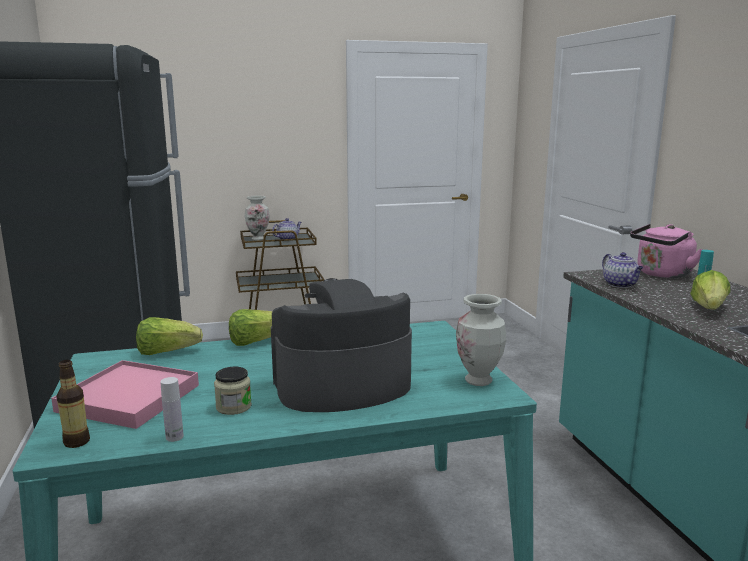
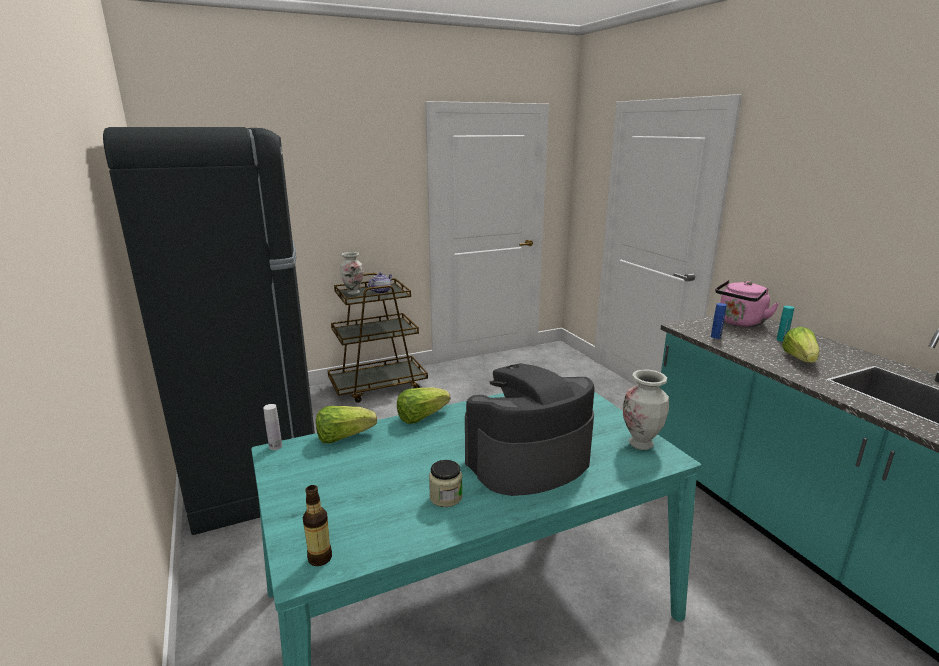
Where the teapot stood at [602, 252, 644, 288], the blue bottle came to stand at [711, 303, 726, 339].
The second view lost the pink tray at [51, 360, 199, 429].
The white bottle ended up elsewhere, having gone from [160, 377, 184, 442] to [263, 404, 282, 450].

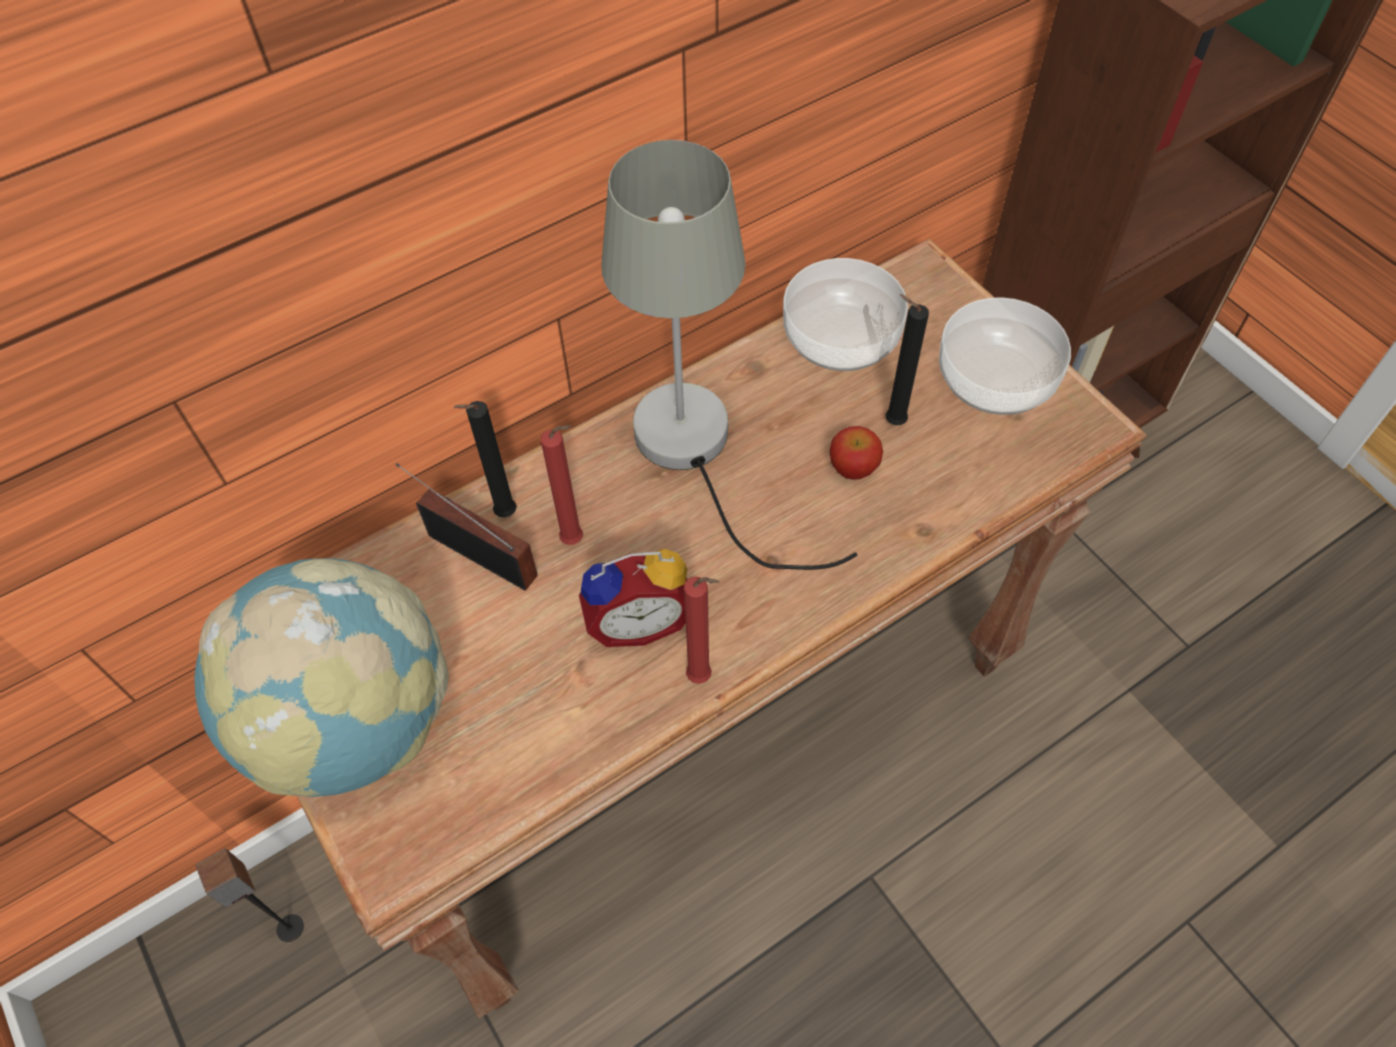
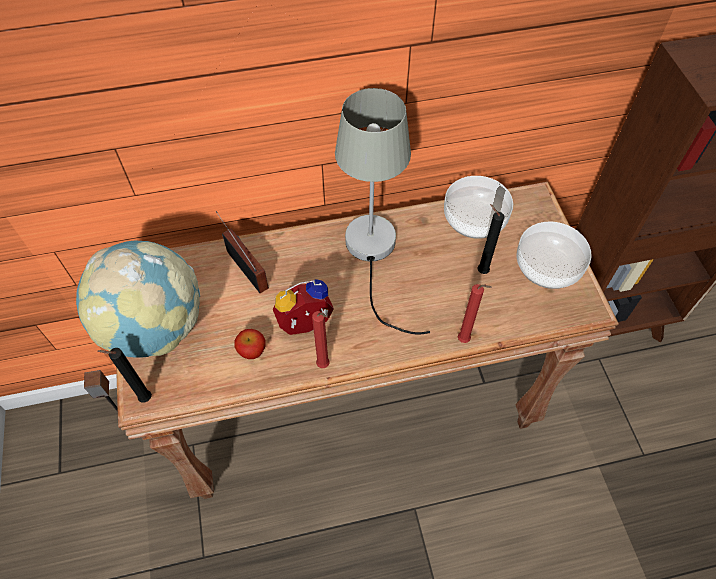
The black candle ended up elsewhere, having gone from [453, 401, 517, 518] to [97, 348, 152, 403].
The red candle ended up elsewhere, having gone from [541, 425, 583, 545] to [458, 284, 492, 343].
The apple ended up elsewhere, having gone from [830, 426, 883, 480] to [234, 329, 266, 359].
The alarm clock at [579, 549, 688, 647] ended up facing another way, 150 degrees clockwise from before.

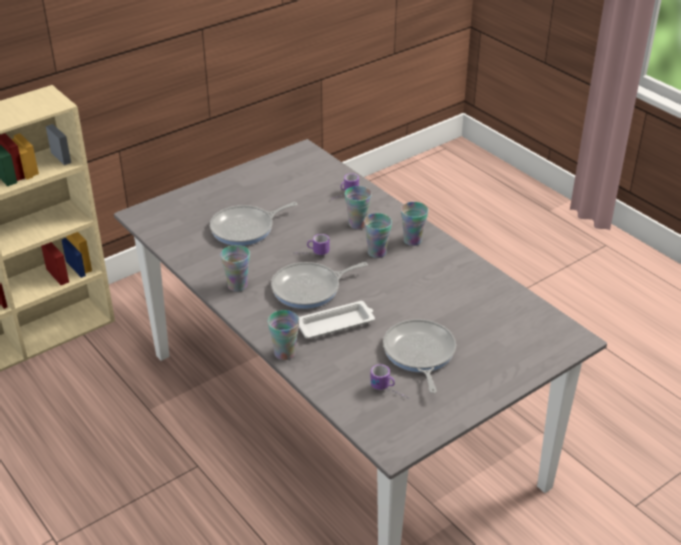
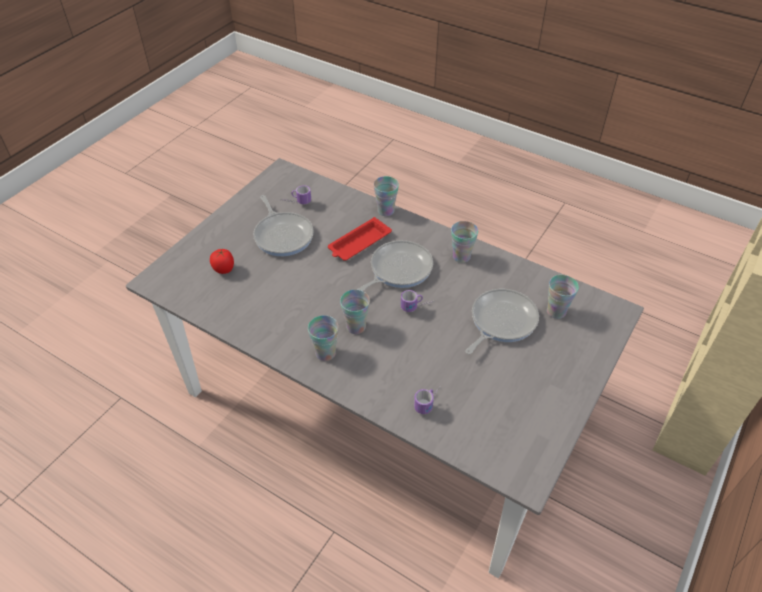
The cup ended up elsewhere, having gone from [345, 186, 372, 229] to [547, 275, 579, 319].
What was the white tray at [299, 301, 375, 338] turned into the red tray at [328, 217, 392, 261].
The second view gained the tomato at [210, 249, 234, 274].

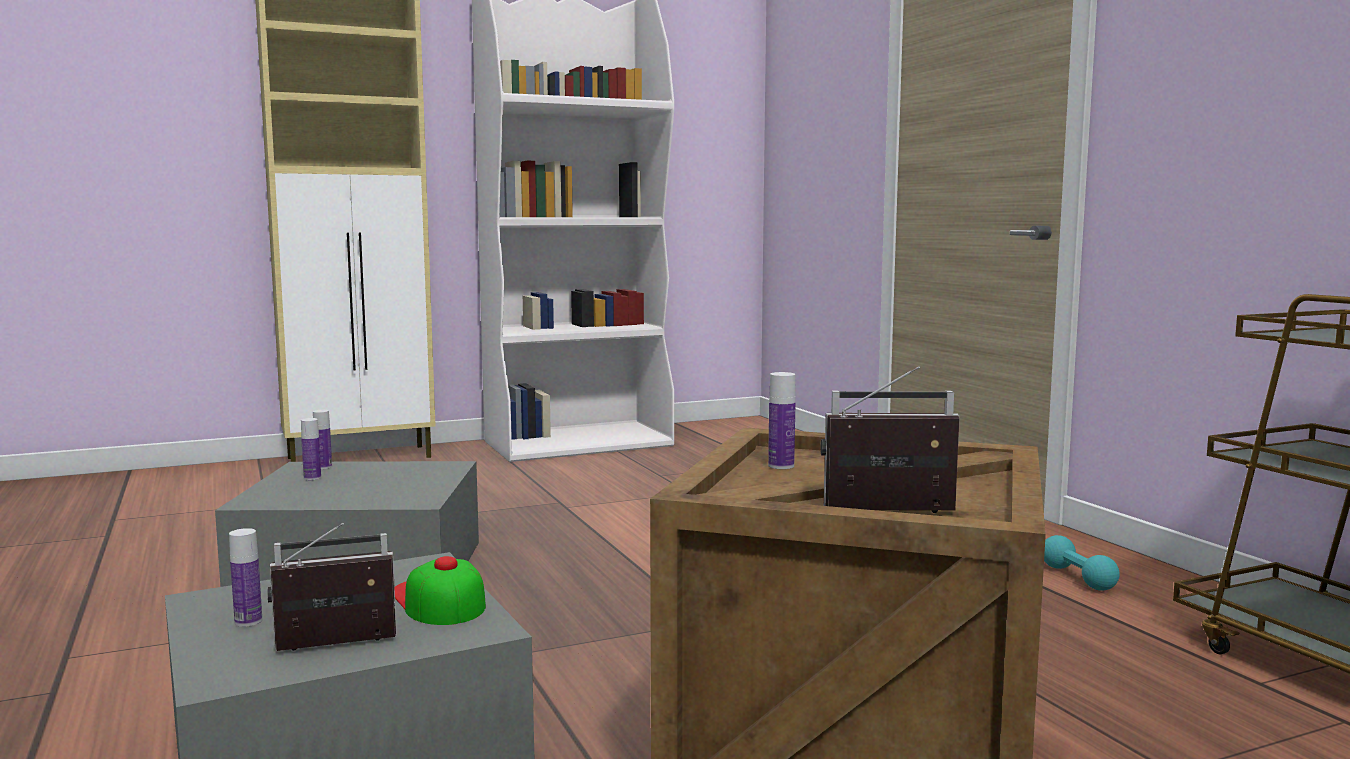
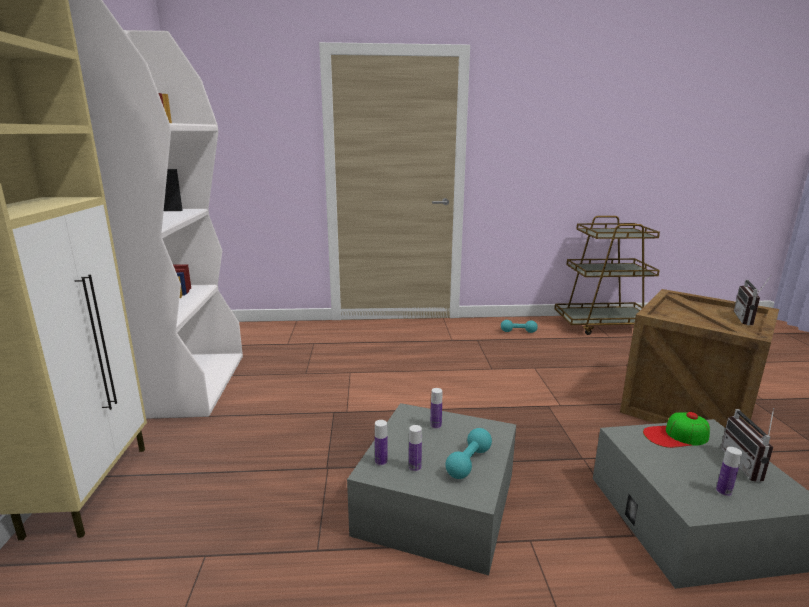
The bottle ended up elsewhere, having gone from [768, 372, 796, 469] to [430, 388, 442, 429].
The second view gained the turquoise dumbbell at [446, 428, 492, 479].

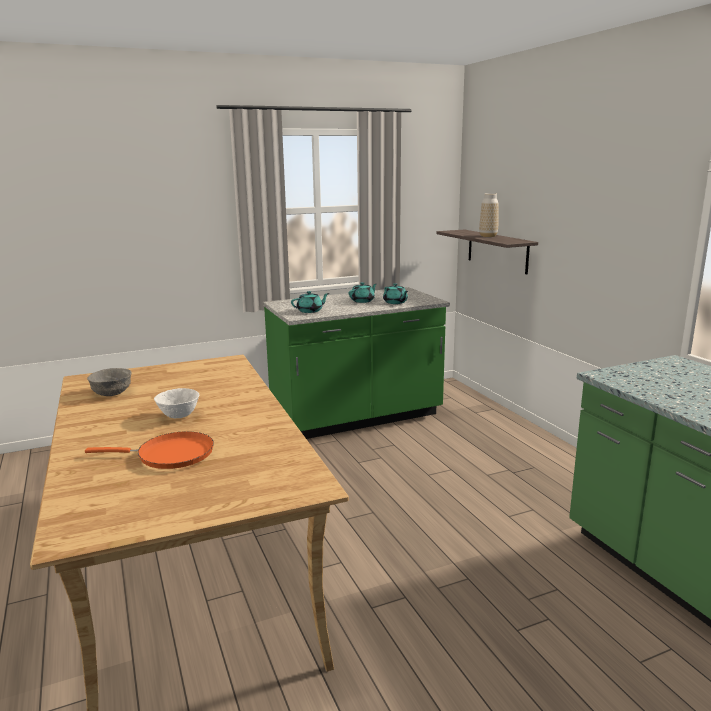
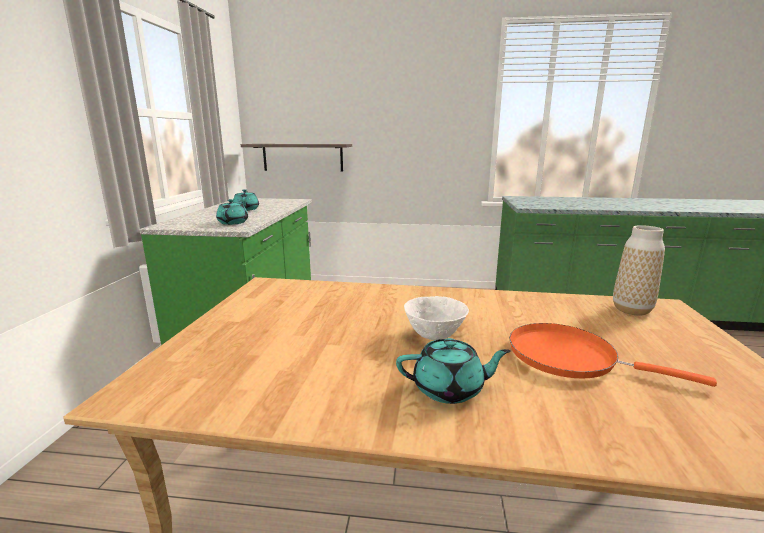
The vase ended up elsewhere, having gone from [479, 193, 498, 237] to [613, 225, 665, 316].
The turquoise teapot ended up elsewhere, having gone from [383, 283, 408, 304] to [396, 338, 511, 404].
The second view lost the grey bowl at [87, 368, 131, 396].
The orange frying pan at [85, 431, 214, 469] ended up facing another way, 90 degrees counterclockwise from before.

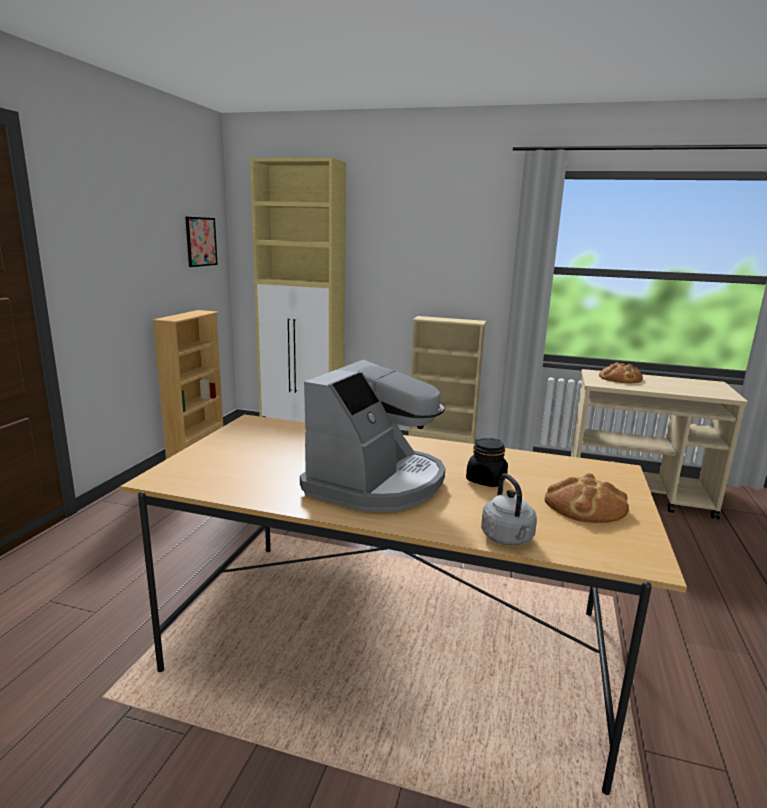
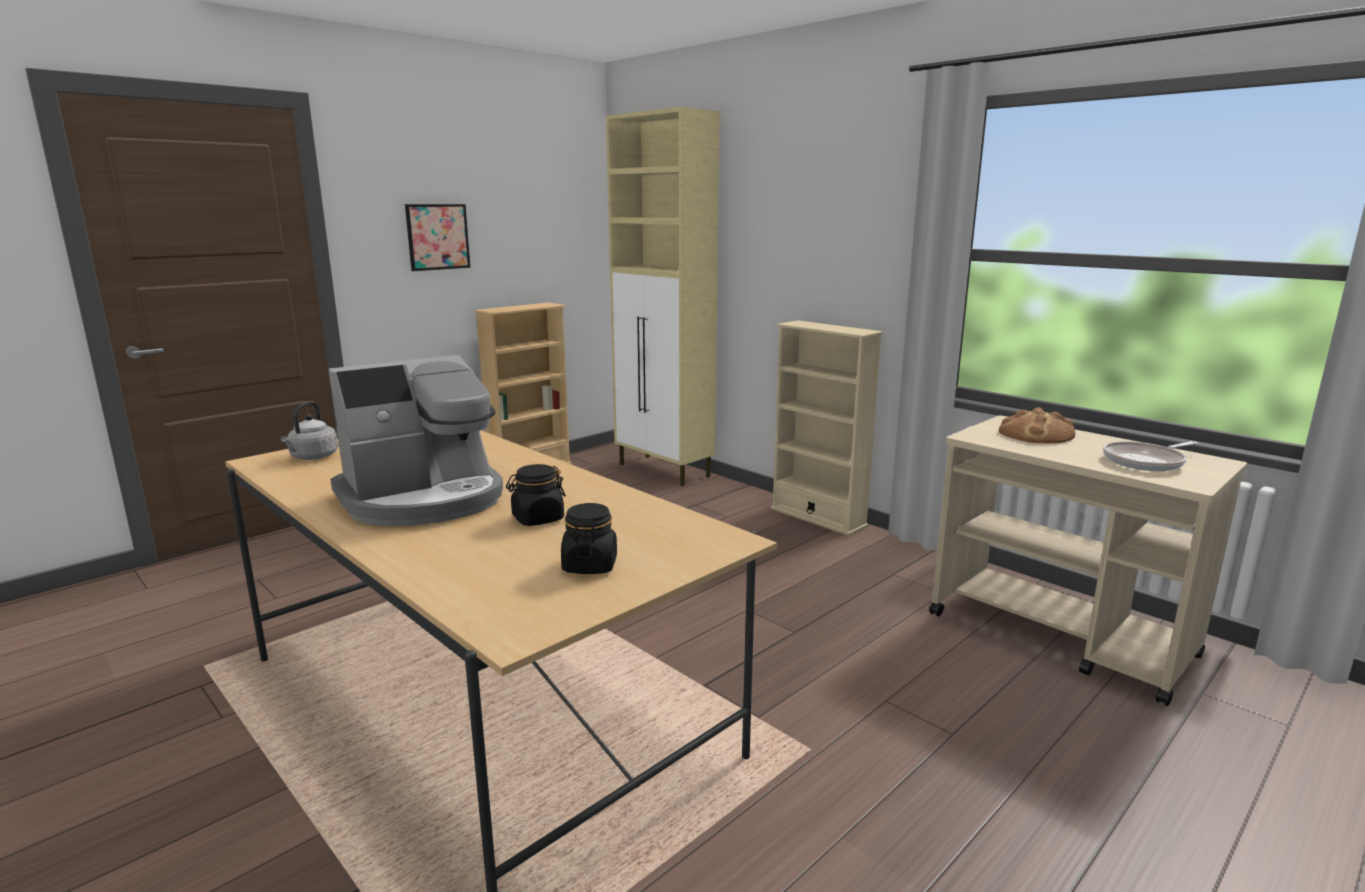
The picture ended up elsewhere, having gone from [185, 217, 218, 267] to [405, 204, 470, 271].
The grey kettle ended up elsewhere, having gone from [481, 473, 537, 546] to [281, 401, 338, 460].
Where the bread stood at [544, 473, 629, 523], the black jar came to stand at [561, 503, 617, 574].
The second view gained the frying pan at [1103, 441, 1198, 471].

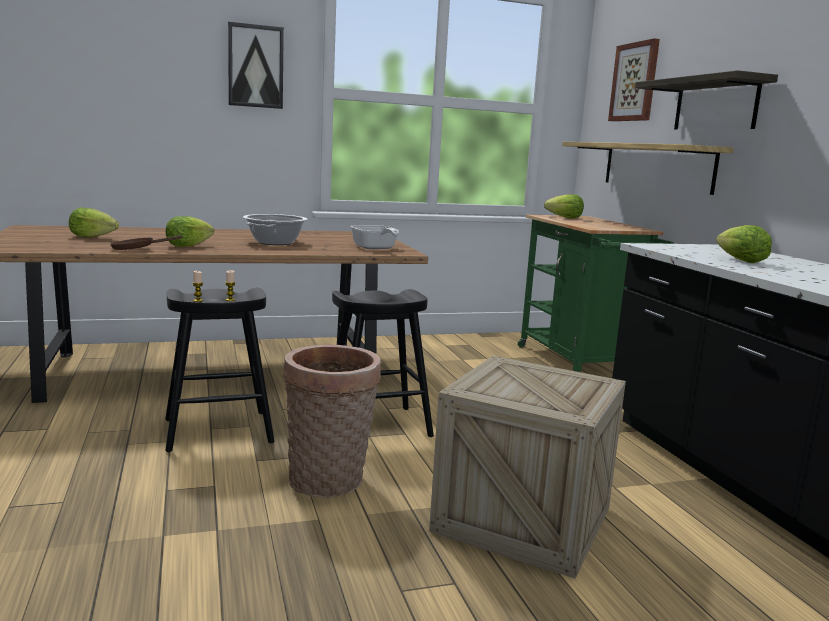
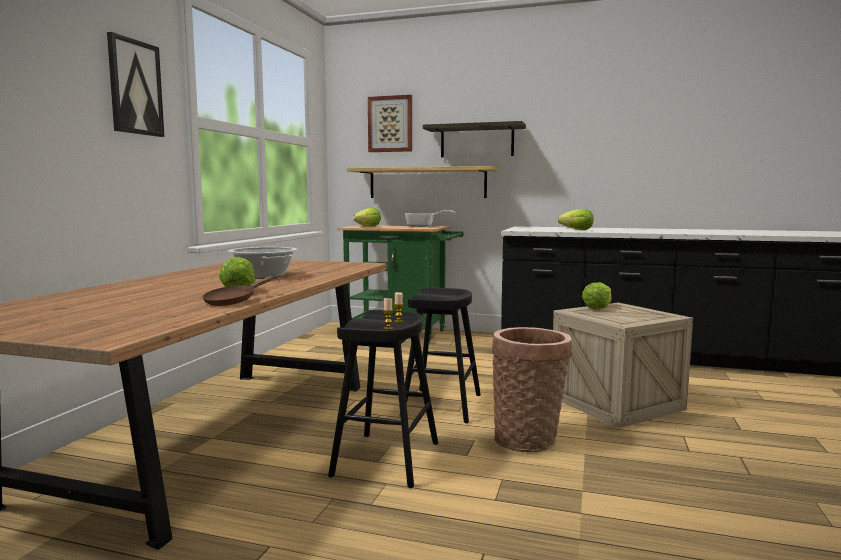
The lettuce ended up elsewhere, having gone from [69, 207, 119, 237] to [582, 282, 612, 310].
The frying pan ended up elsewhere, having gone from [350, 226, 399, 249] to [405, 210, 456, 227].

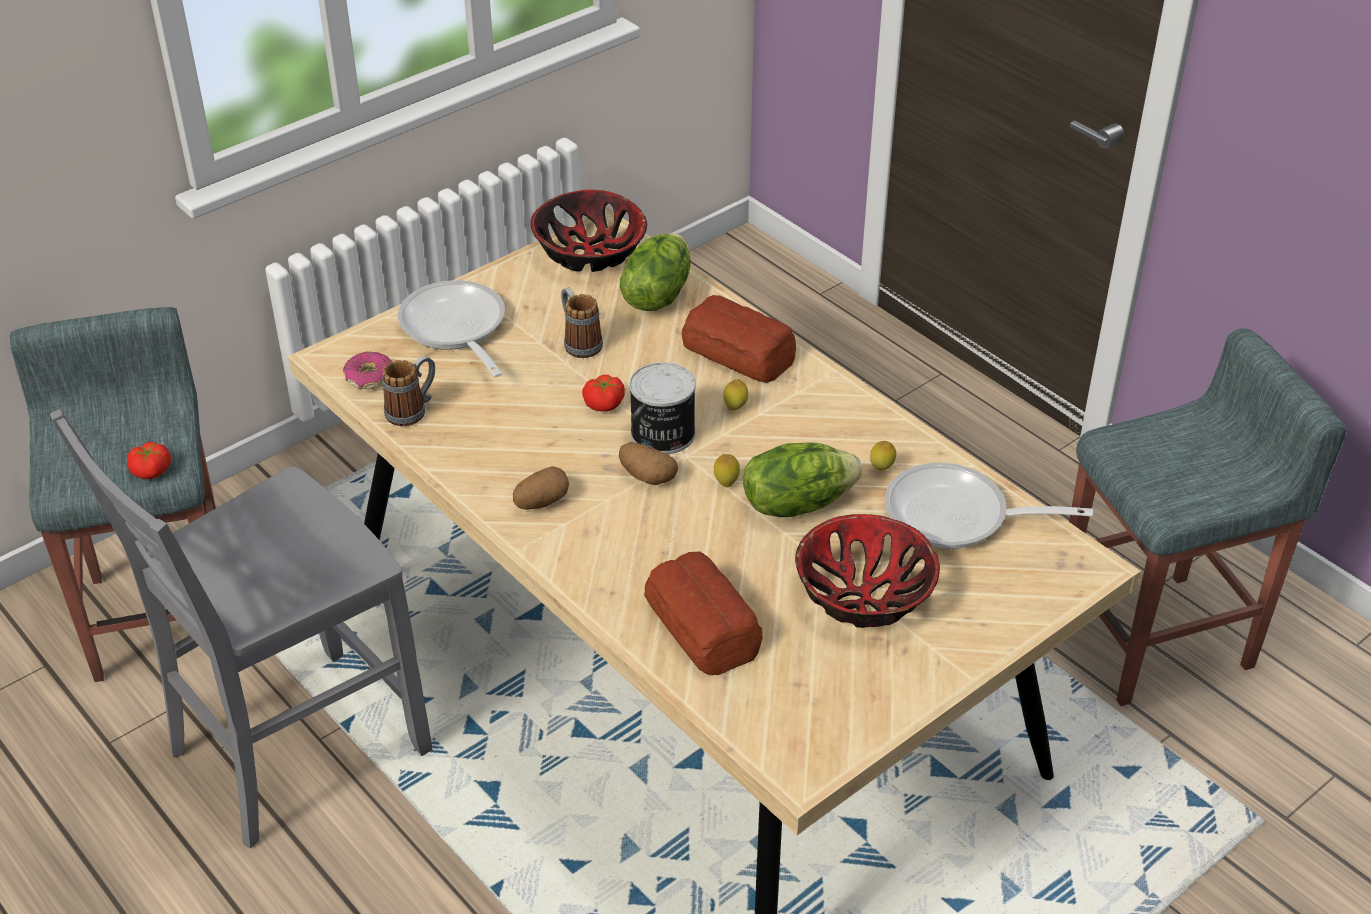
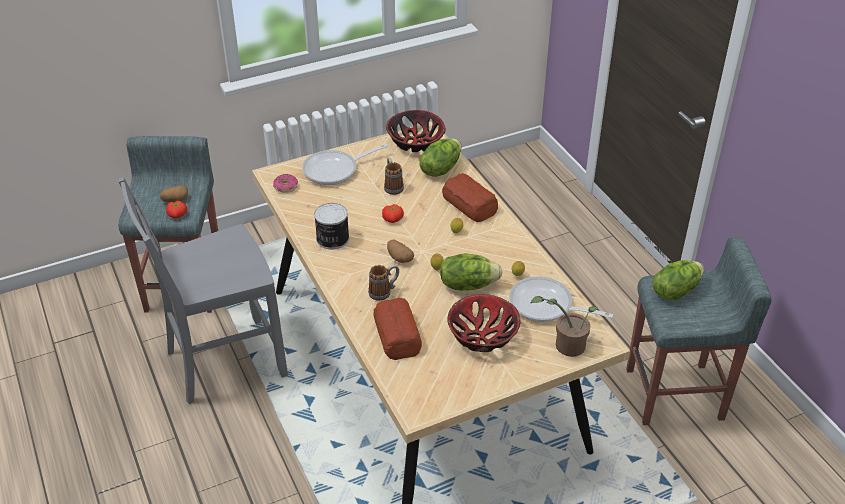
The frying pan at [398, 280, 505, 377] ended up facing another way, 105 degrees counterclockwise from before.
The mug ended up elsewhere, having gone from [382, 356, 435, 426] to [368, 265, 399, 301].
The can ended up elsewhere, having gone from [629, 362, 696, 454] to [314, 203, 349, 250].
The potato ended up elsewhere, having gone from [513, 466, 569, 510] to [160, 185, 188, 202].
The second view gained the lettuce at [652, 260, 704, 300].
The second view gained the potted plant at [531, 296, 598, 357].

